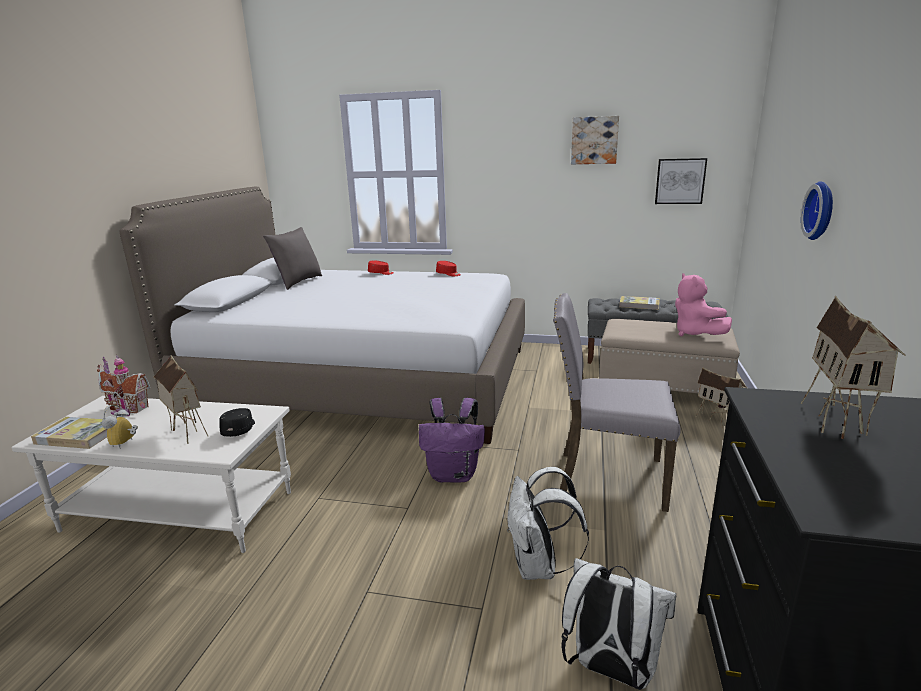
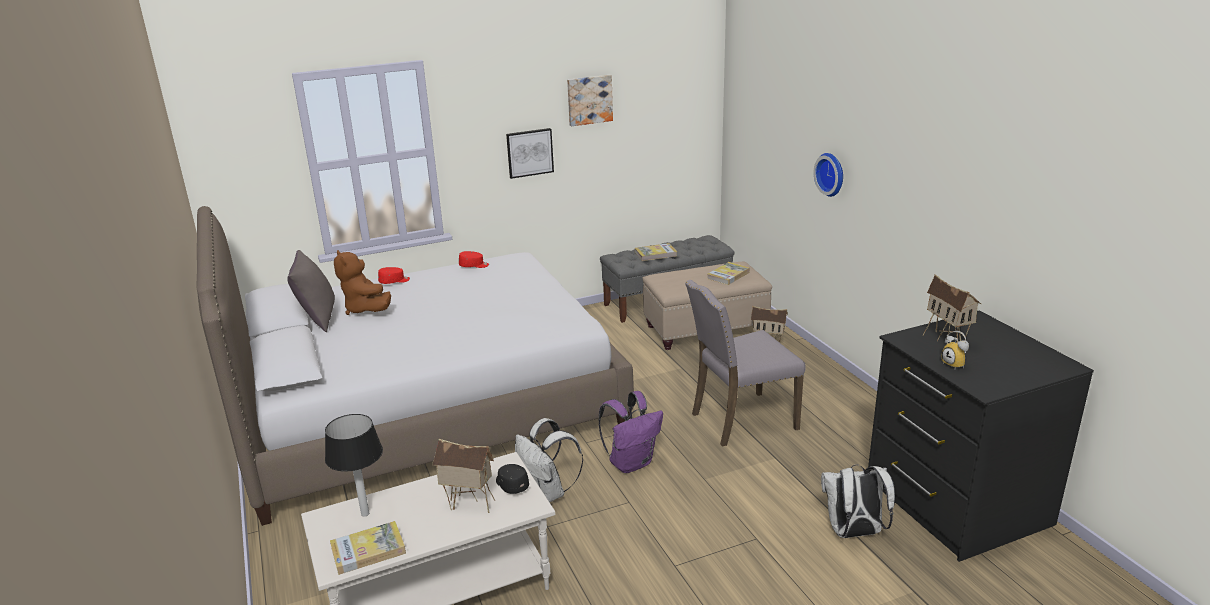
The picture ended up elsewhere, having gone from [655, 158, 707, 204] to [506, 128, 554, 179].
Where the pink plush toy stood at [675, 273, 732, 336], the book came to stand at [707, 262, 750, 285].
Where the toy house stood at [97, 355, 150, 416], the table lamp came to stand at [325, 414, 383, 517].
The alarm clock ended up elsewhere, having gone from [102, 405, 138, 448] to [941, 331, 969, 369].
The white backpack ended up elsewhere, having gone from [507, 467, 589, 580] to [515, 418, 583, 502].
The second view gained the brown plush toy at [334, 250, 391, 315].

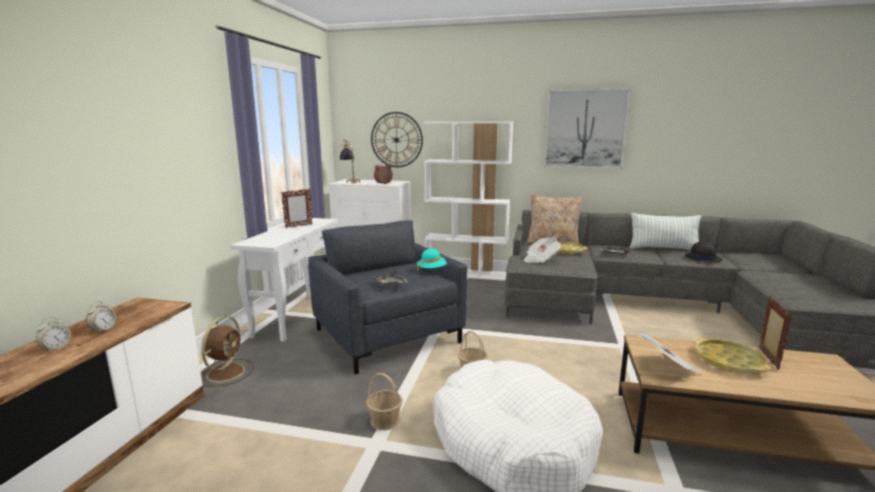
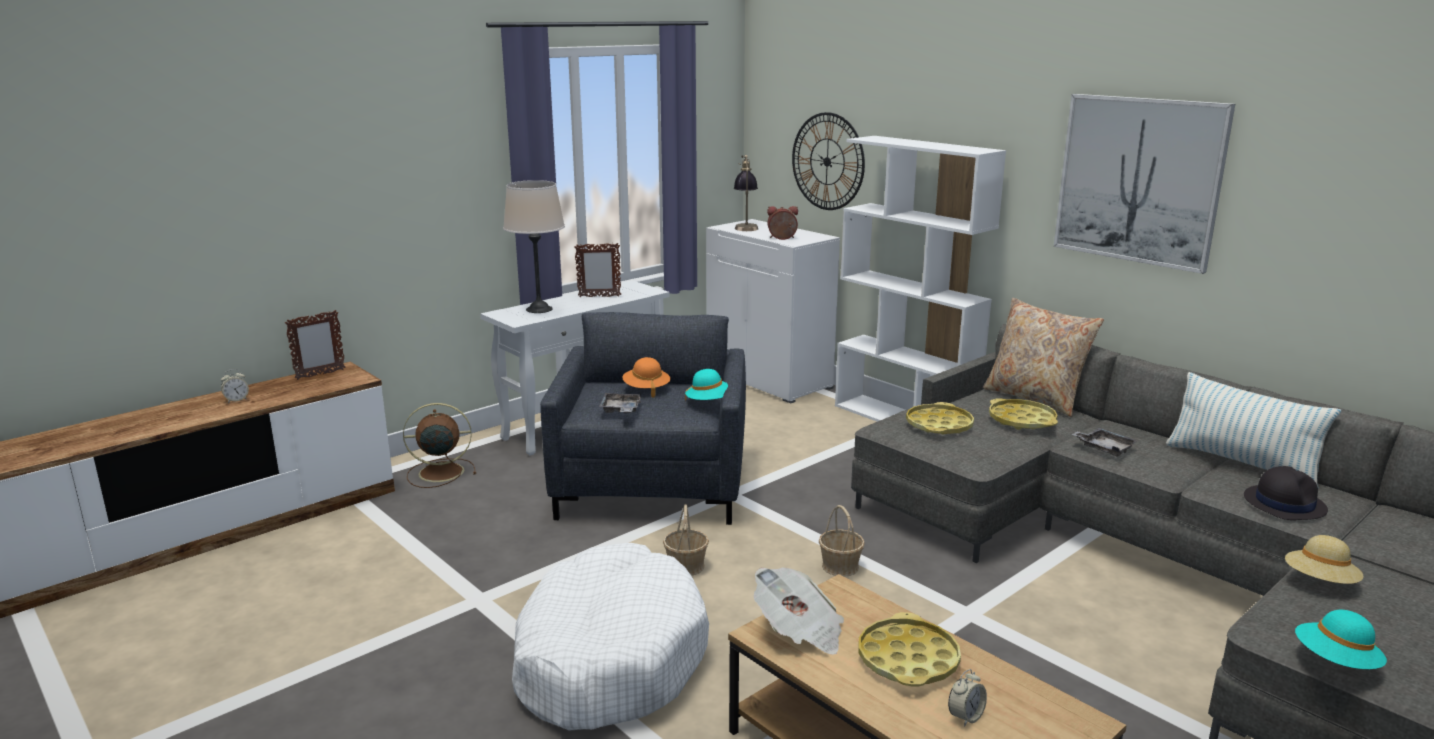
Where the newspaper stood at [524, 237, 561, 263], the yellow tray came to stand at [906, 402, 974, 435].
The picture frame ended up elsewhere, having gone from [759, 296, 792, 370] to [285, 310, 345, 380].
The alarm clock ended up elsewhere, having gone from [86, 301, 116, 333] to [948, 669, 987, 727].
The brown fan at [201, 316, 254, 386] ended up facing another way, 150 degrees counterclockwise from before.
The basket ended up elsewhere, having gone from [366, 373, 403, 430] to [819, 505, 865, 577].
The second view gained the beige table lamp at [503, 180, 565, 313].
The second view gained the orange hat at [622, 357, 670, 398].
The second view gained the beige hat at [1285, 535, 1363, 584].
The second view gained the turquoise hat at [1295, 610, 1387, 669].

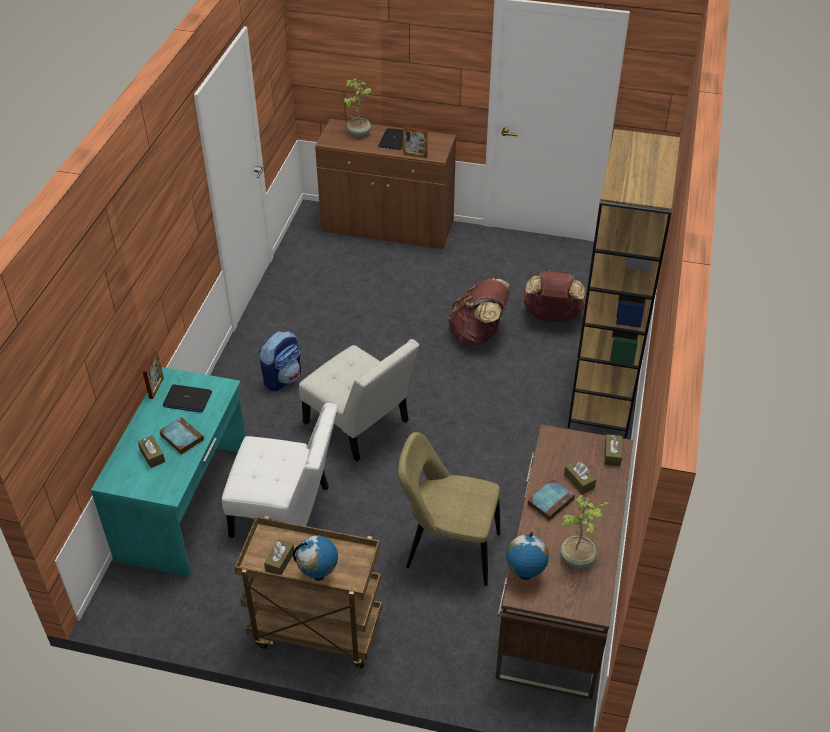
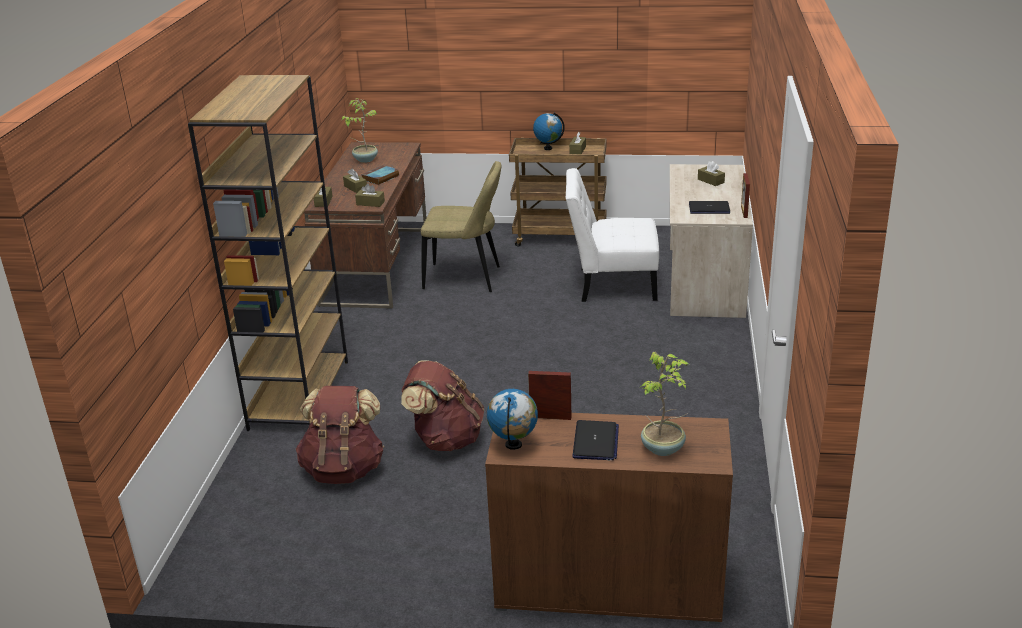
The second view lost the backpack at [259, 331, 301, 391].
The second view lost the white chair at [299, 339, 419, 462].
What was the turquoise desk at [91, 367, 246, 577] turned into the beige desk at [670, 164, 753, 318].
The second view lost the book at [159, 417, 204, 455].
The globe ended up elsewhere, having gone from [506, 532, 549, 580] to [487, 389, 538, 450].
The second view gained the brown tissue box at [355, 184, 385, 207].

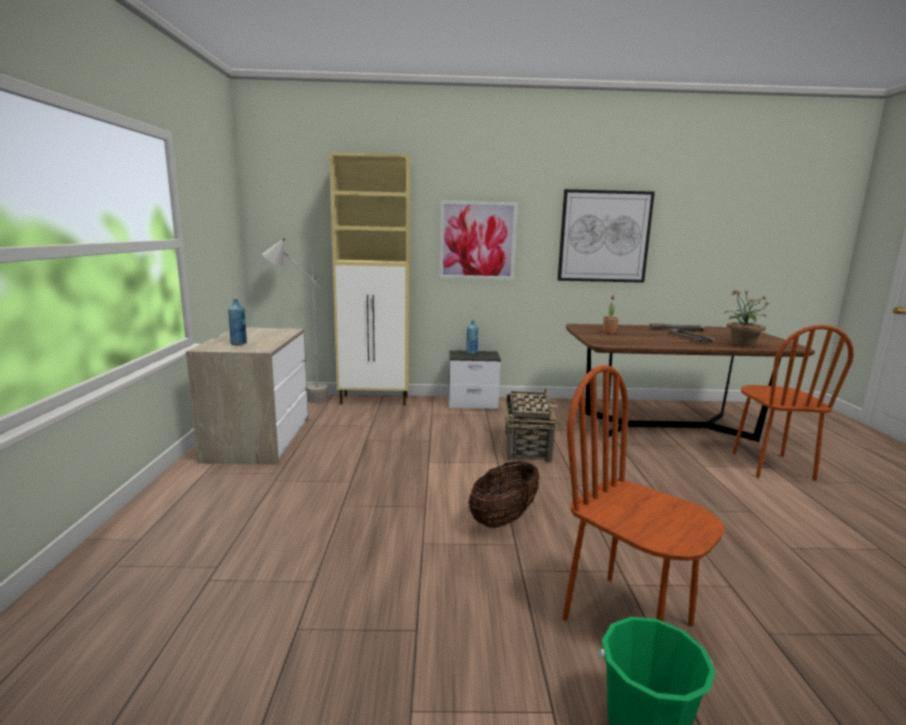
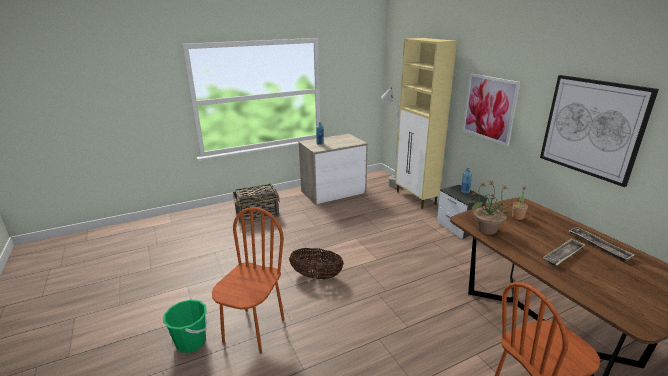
The potted plant ended up elsewhere, having gone from [726, 290, 770, 347] to [468, 181, 516, 235].
The basket ended up elsewhere, having gone from [505, 388, 558, 463] to [233, 184, 280, 224].

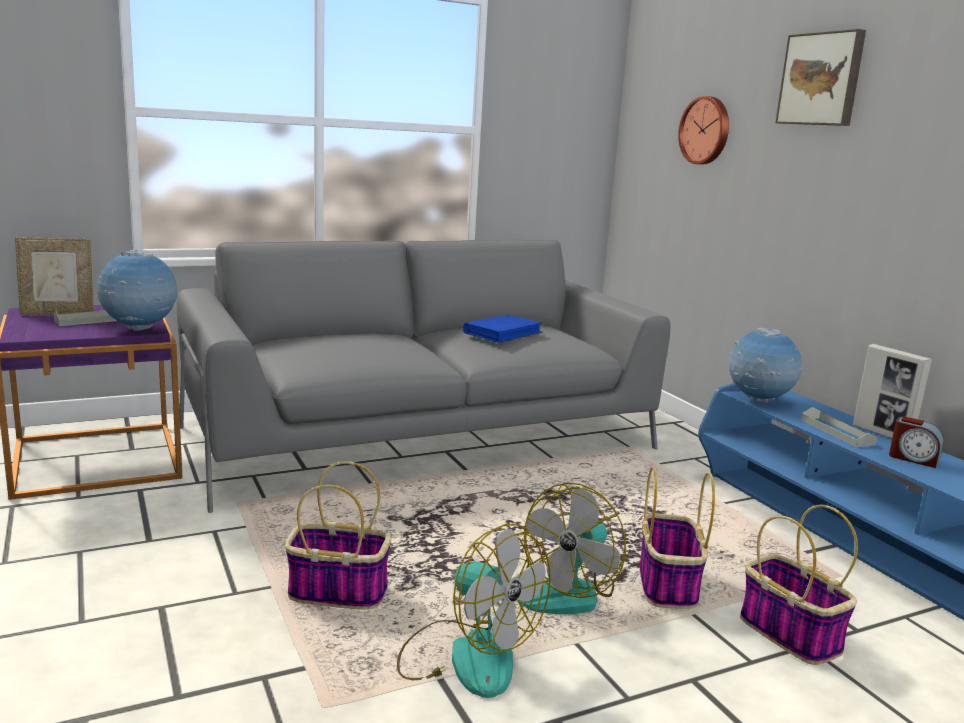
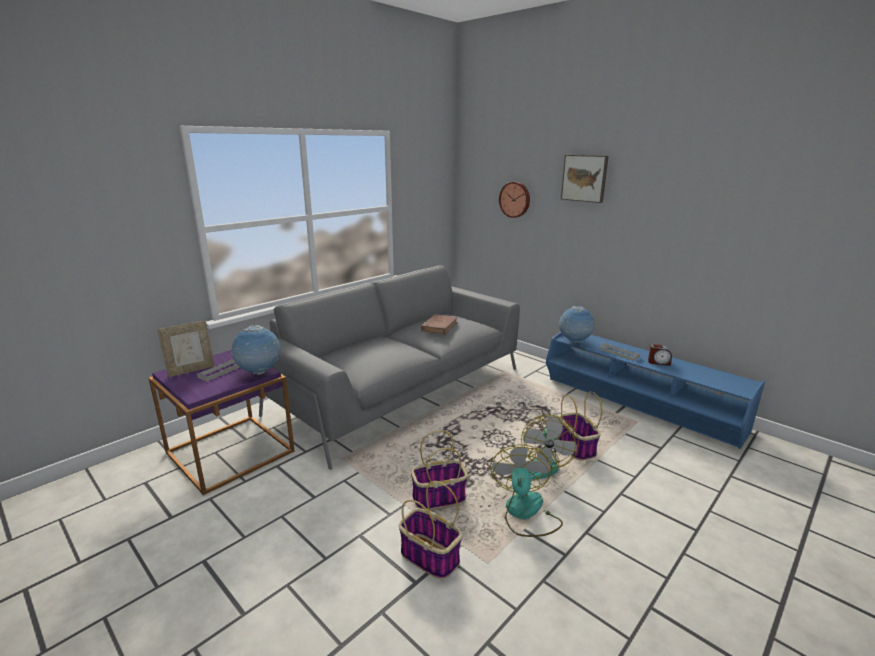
What was the blue book at [463, 314, 543, 343] turned into the brown book at [420, 314, 458, 335].
The second view lost the picture frame at [853, 344, 932, 439].
The basket ended up elsewhere, having gone from [740, 505, 858, 665] to [399, 481, 462, 579].
The fan at [397, 524, 551, 698] ended up facing another way, 105 degrees counterclockwise from before.

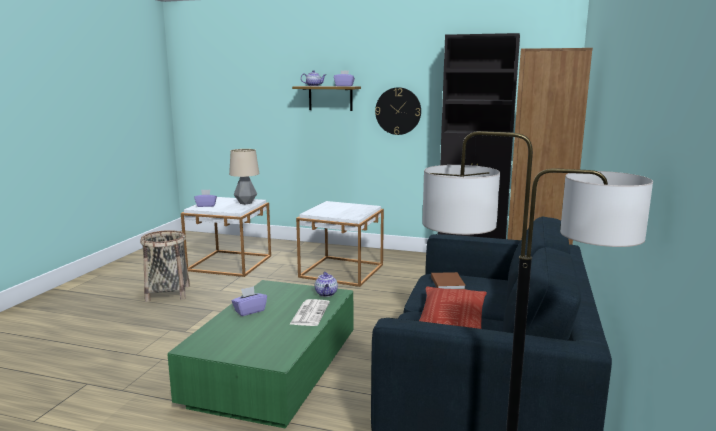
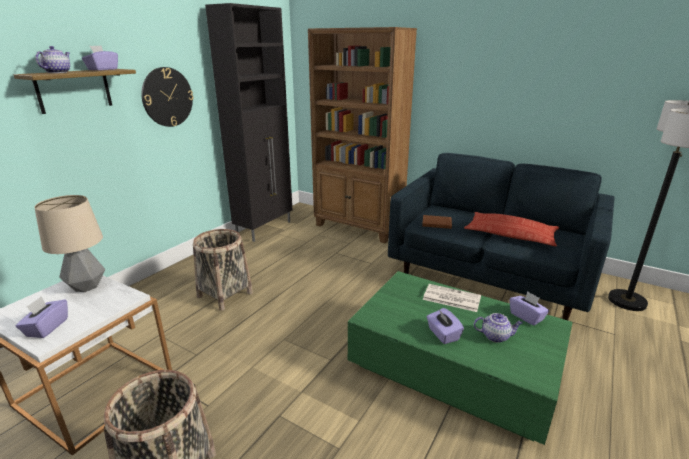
Where the white side table stood at [296, 201, 384, 287], the basket came to stand at [193, 229, 253, 311].
The teapot ended up elsewhere, having gone from [315, 272, 338, 297] to [474, 313, 523, 343].
The second view gained the purple tissue box at [510, 291, 549, 326].

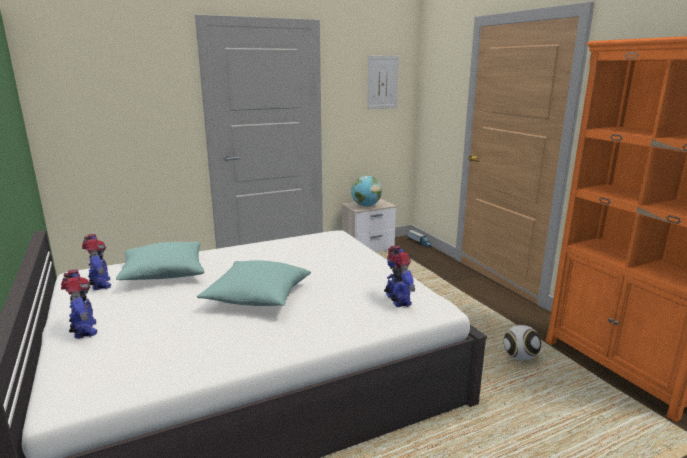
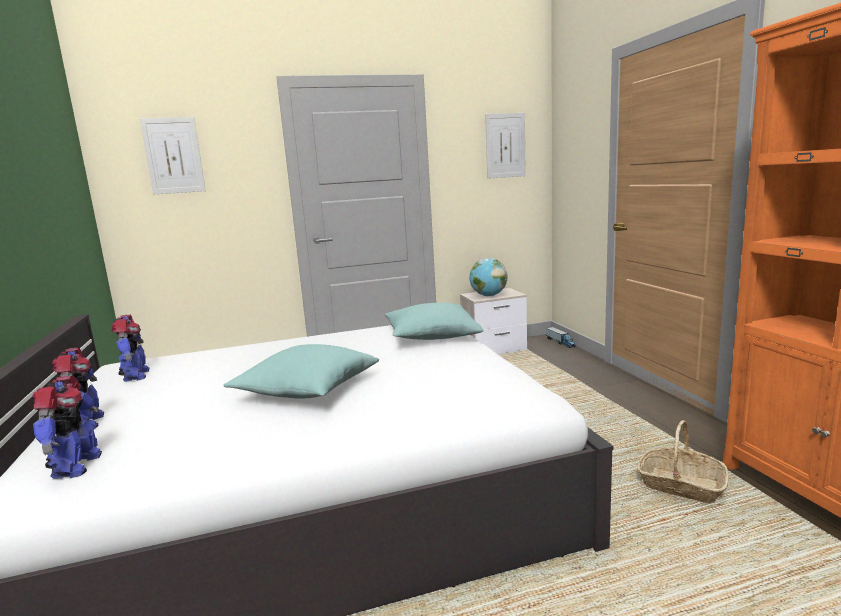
The turquoise pillow ended up elsewhere, having gone from [116, 242, 204, 280] to [385, 303, 484, 340].
The toy robot ended up elsewhere, having gone from [384, 246, 415, 307] to [32, 376, 102, 479].
Where the football stood at [504, 325, 541, 361], the basket came to stand at [637, 420, 729, 503].
The second view gained the picture at [140, 117, 206, 194].

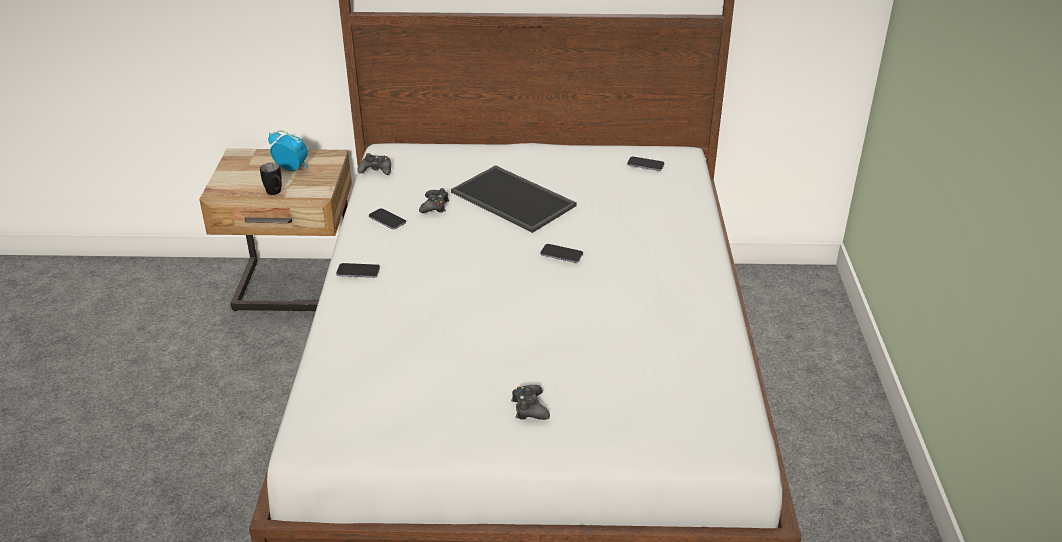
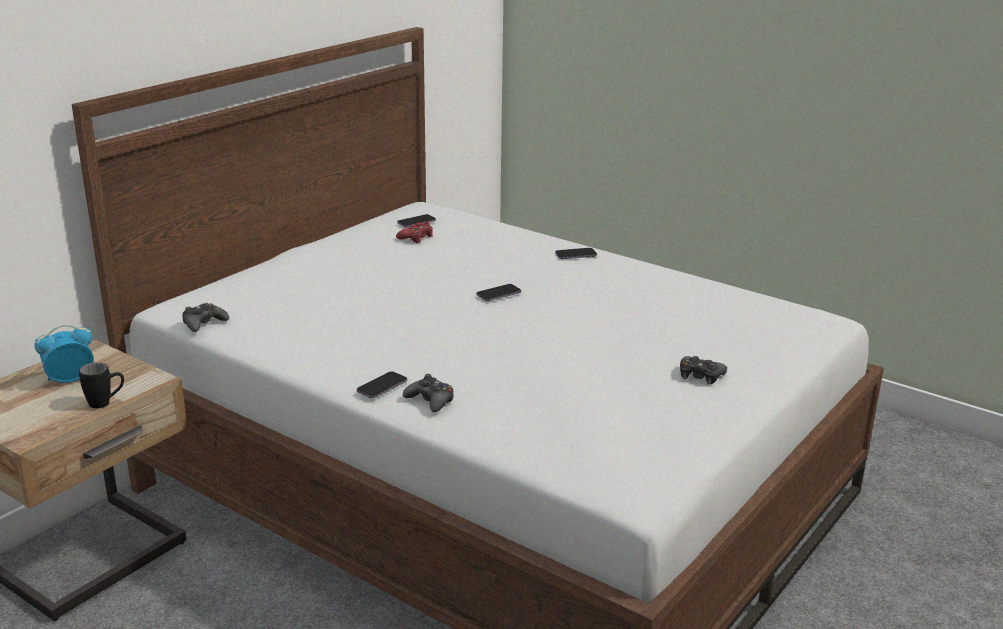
The second view lost the tray at [451, 165, 577, 233].
The black game controller ended up elsewhere, having gone from [419, 188, 449, 213] to [403, 374, 453, 412].
The phone ended up elsewhere, having gone from [369, 208, 406, 229] to [555, 248, 597, 259].
The second view gained the red game controller at [396, 221, 433, 243].

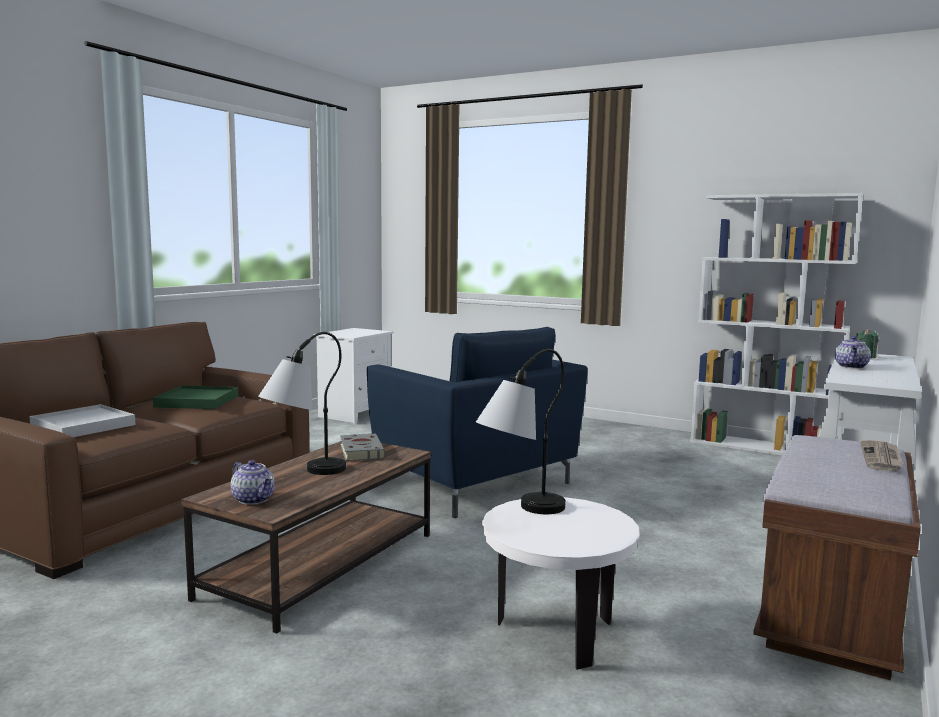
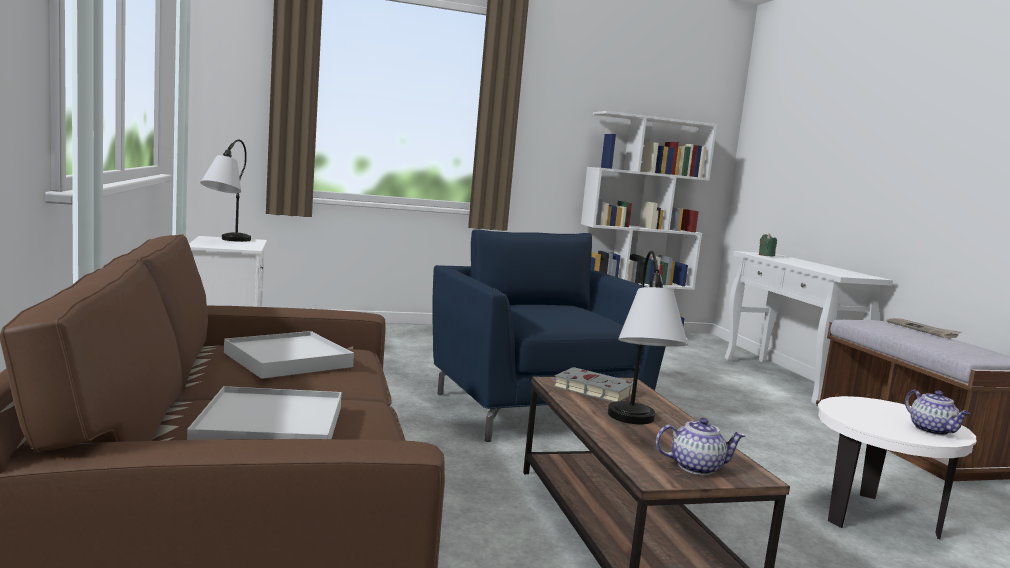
The blue armchair at [367, 327, 588, 518] ended up facing another way, 120 degrees counterclockwise from before.
The teapot ended up elsewhere, having gone from [835, 336, 871, 369] to [905, 390, 970, 436].
The table lamp ended up elsewhere, having gone from [476, 349, 566, 514] to [200, 140, 251, 242].
What was the green tray at [153, 385, 238, 409] turned into the white tray at [224, 331, 354, 379].

